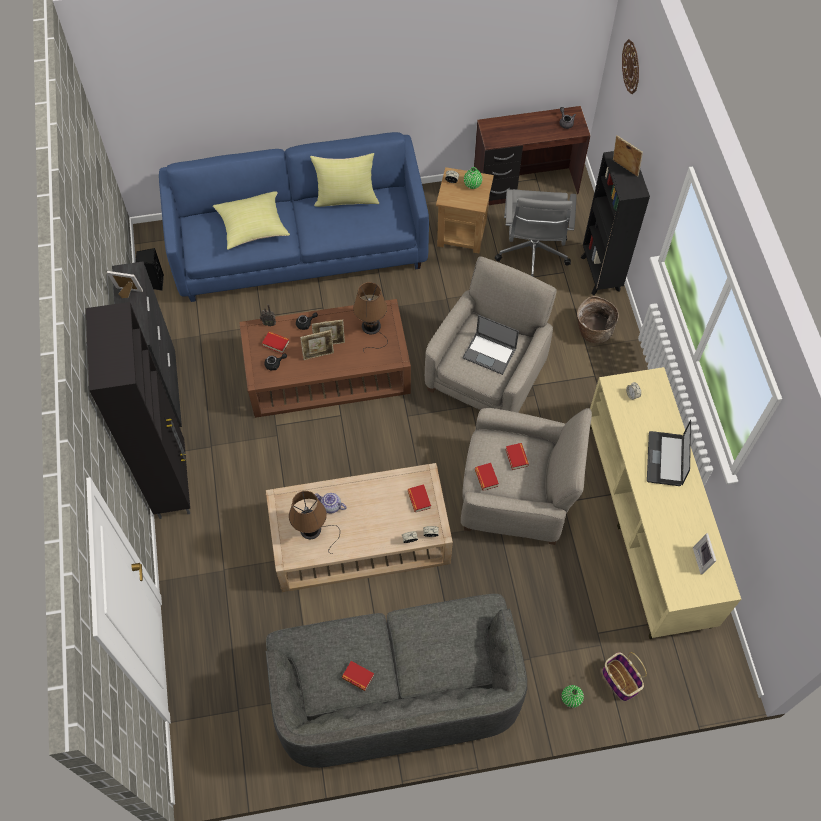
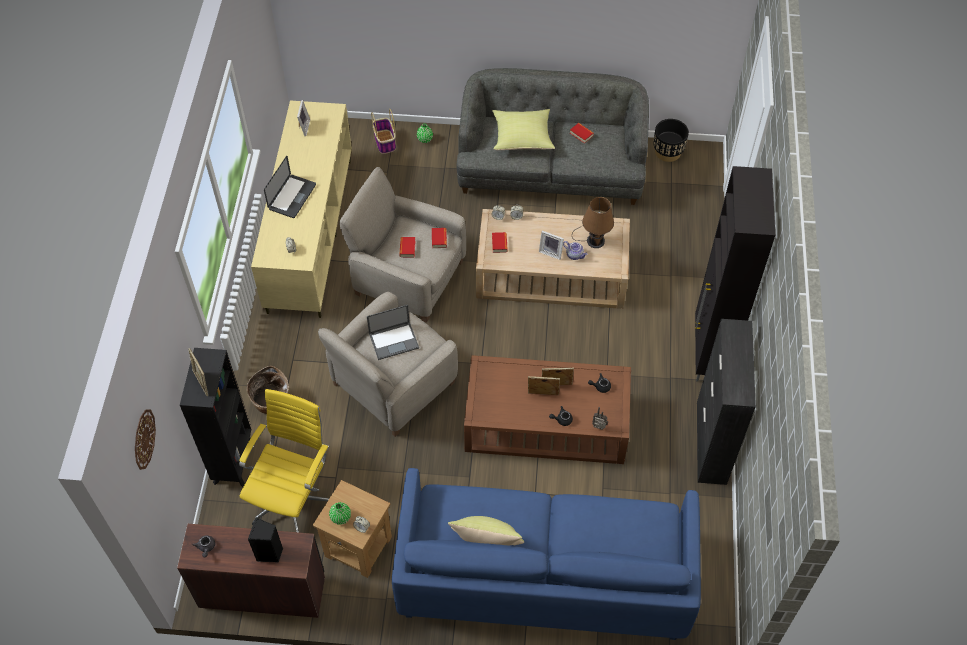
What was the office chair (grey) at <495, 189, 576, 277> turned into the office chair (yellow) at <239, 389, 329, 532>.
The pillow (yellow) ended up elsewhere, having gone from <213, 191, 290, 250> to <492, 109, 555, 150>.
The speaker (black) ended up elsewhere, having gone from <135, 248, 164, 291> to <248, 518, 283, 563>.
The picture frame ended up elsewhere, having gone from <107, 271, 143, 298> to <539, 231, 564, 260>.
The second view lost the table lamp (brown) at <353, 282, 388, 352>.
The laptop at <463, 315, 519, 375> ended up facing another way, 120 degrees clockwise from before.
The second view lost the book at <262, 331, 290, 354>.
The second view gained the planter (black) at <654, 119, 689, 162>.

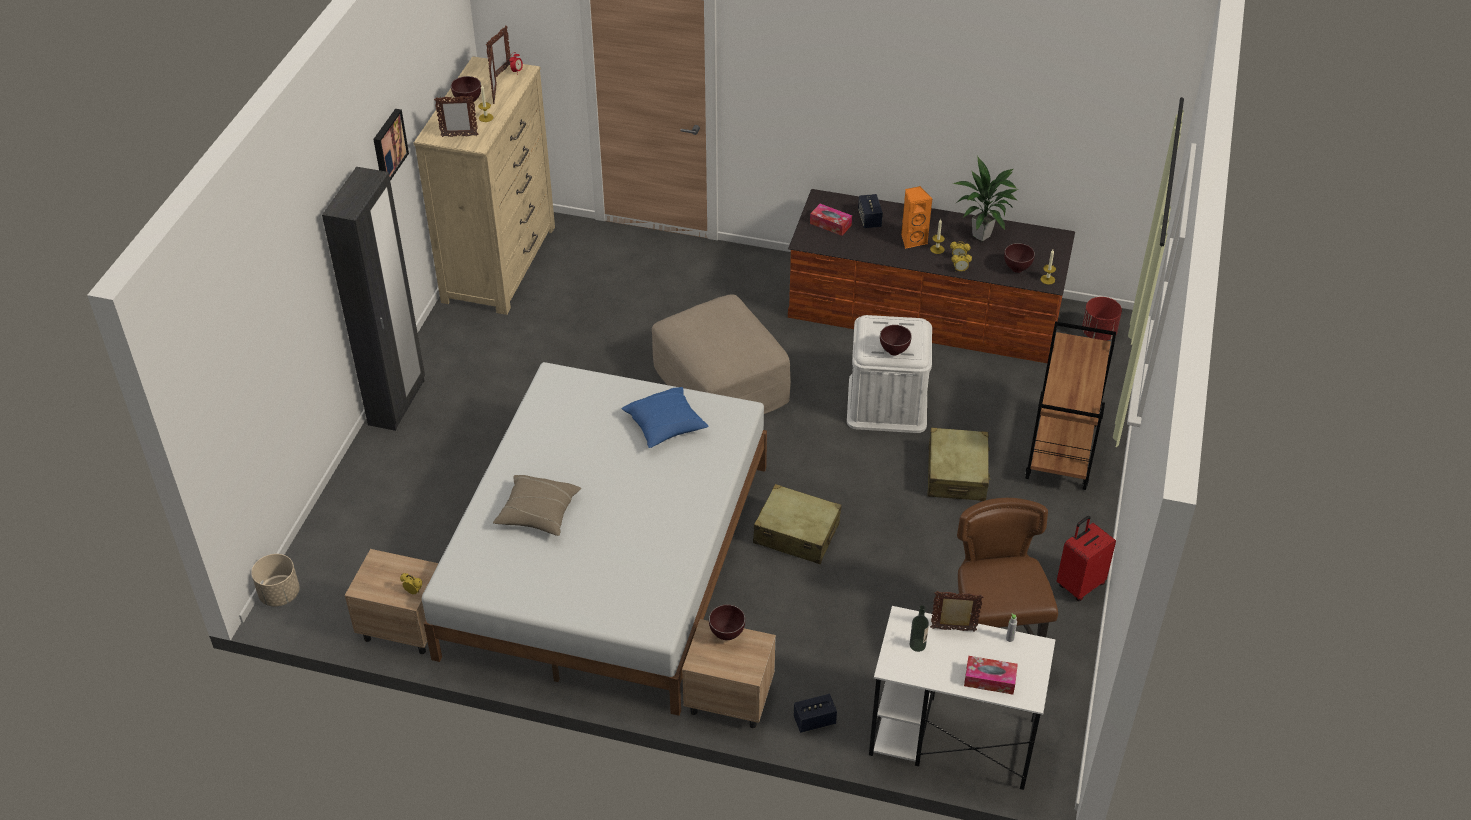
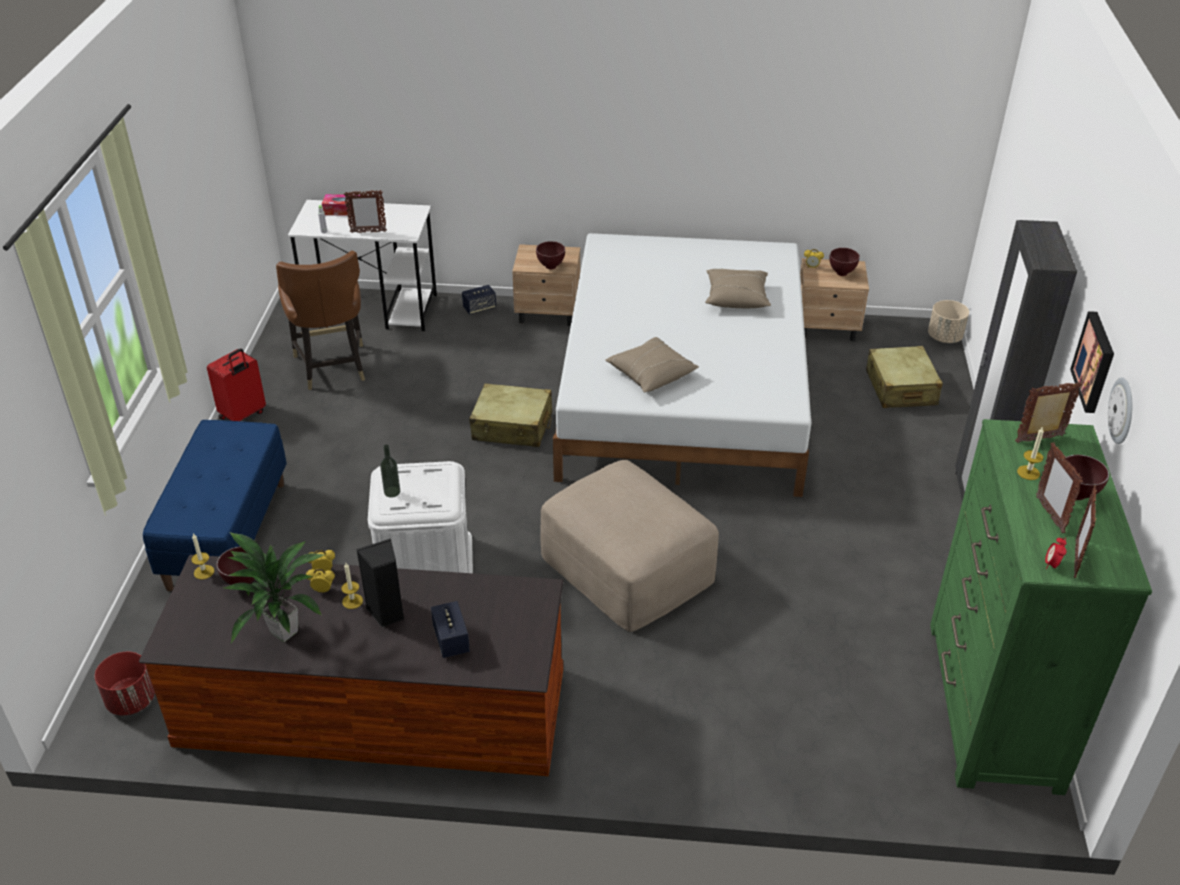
What was the dresser (beige) at <414, 56, 555, 315> turned into the dresser (green) at <930, 419, 1152, 795>.
What was the speaker (orange) at <901, 186, 933, 249> turned into the speaker (black) at <356, 538, 404, 628>.
The second view lost the tissue box at <810, 204, 852, 236>.
Where the cart (brown) stood at <1025, 321, 1116, 490>, the bench (blue) came to stand at <143, 420, 287, 591>.
The bowl (brown) ended up elsewhere, having gone from <880, 325, 912, 356> to <829, 248, 860, 276>.
What was the pillow (blue) at <622, 387, 709, 448> turned into the pillow (beige) at <605, 337, 699, 392>.
The suitcase (beige) ended up elsewhere, having gone from <927, 428, 990, 501> to <866, 346, 943, 408>.
The bottle ended up elsewhere, having gone from <910, 605, 929, 652> to <380, 444, 400, 498>.
The second view gained the wall clock at <1108, 377, 1132, 444>.

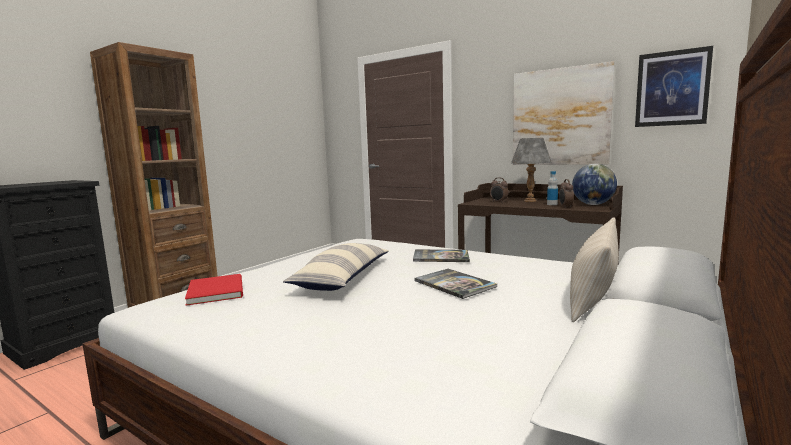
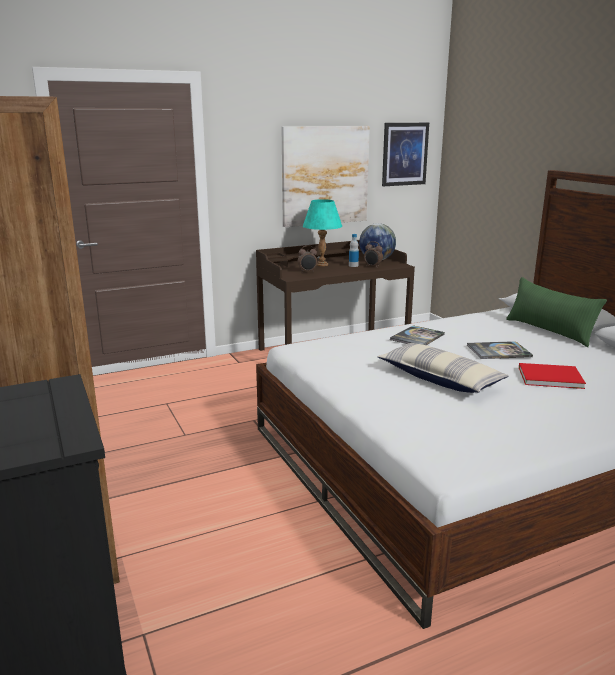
What was the table lamp (grey) at <511, 138, 552, 202> turned into the table lamp (turquoise) at <303, 199, 342, 266>.
What was the pillow (beige) at <570, 217, 619, 322> turned into the pillow (green) at <506, 277, 607, 347>.
The book (red) ended up elsewhere, having gone from <185, 274, 243, 306> to <519, 363, 586, 389>.

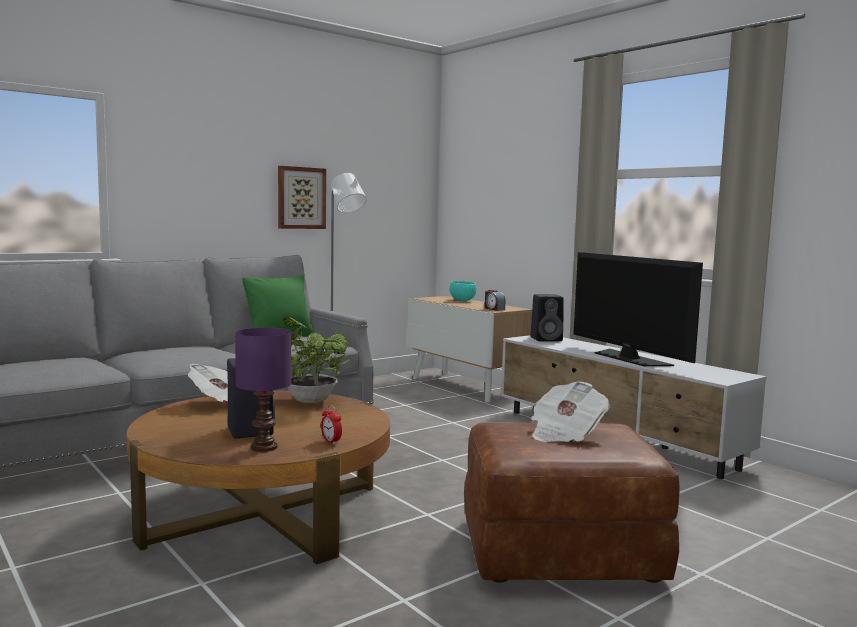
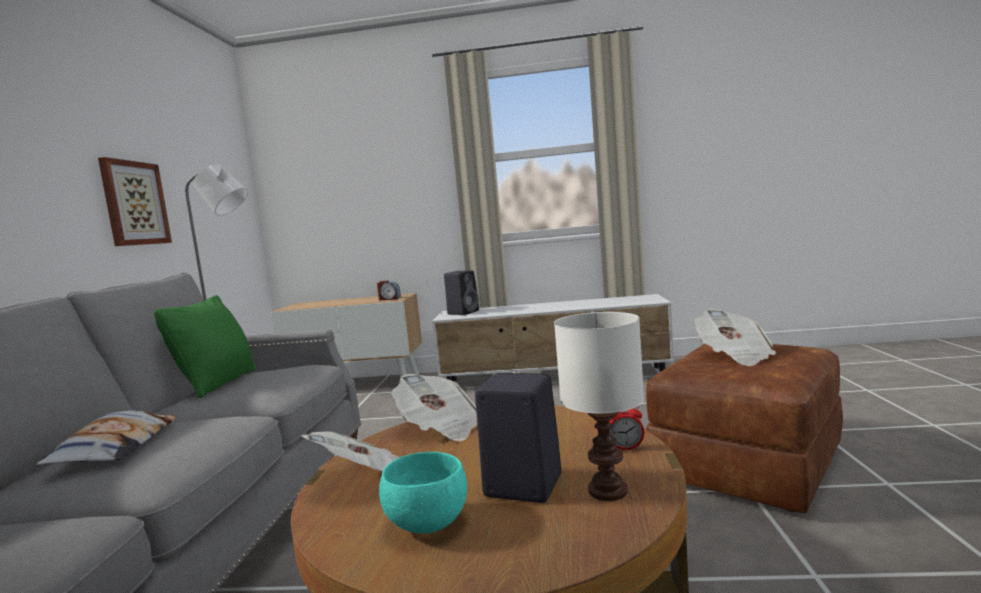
The second view lost the television at <573, 252, 703, 366>.
The bowl (turquoise) ended up elsewhere, having gone from <449, 281, 477, 301> to <379, 452, 467, 533>.
Where the potted plant stood at <276, 316, 350, 403>, the newspaper came to stand at <391, 374, 477, 441>.
What was the table lamp (purple) at <235, 327, 291, 452> turned into the table lamp (white) at <554, 312, 644, 501>.
The second view gained the pillow at <36, 410, 177, 465>.

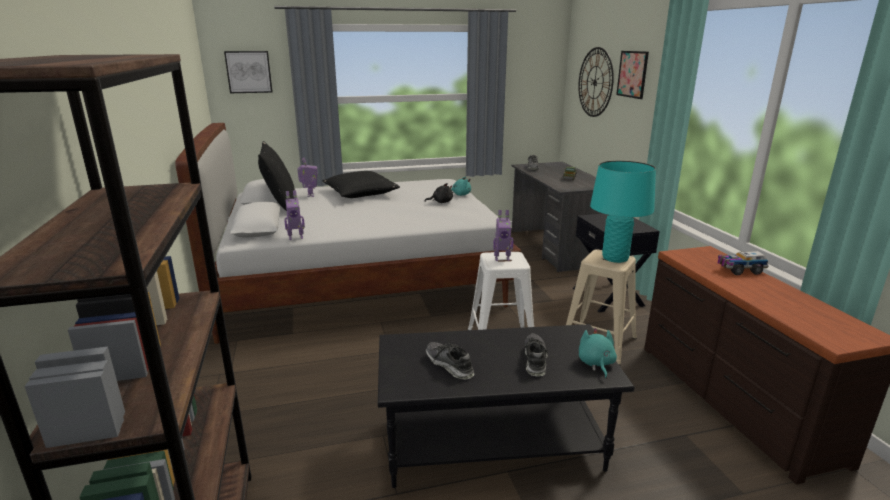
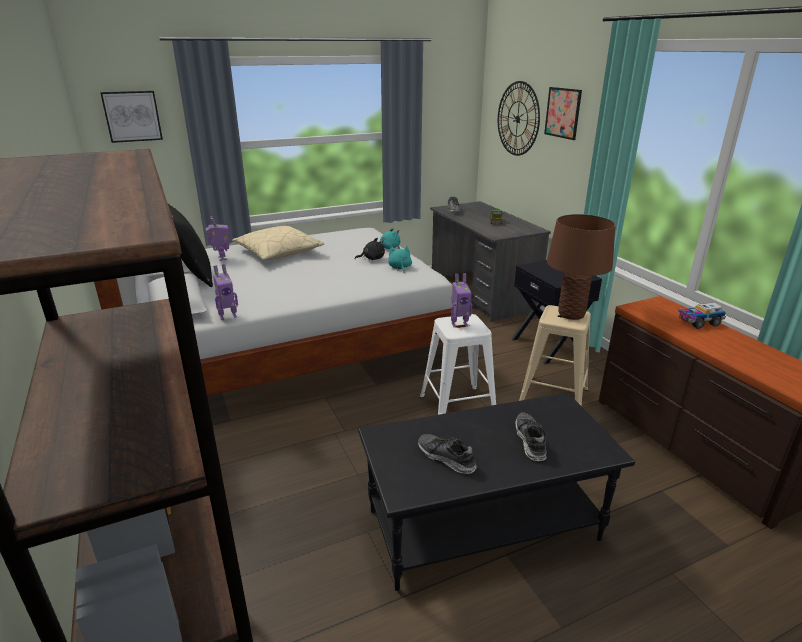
What was the table lamp (turquoise) at <590, 161, 656, 263> turned into the table lamp (brown) at <547, 214, 615, 320>.
What was the pillow (black) at <323, 171, 400, 198> turned into the pillow (beige) at <232, 226, 324, 260>.
The plush toy (turquoise) ended up elsewhere, having gone from <579, 328, 617, 379> to <388, 245, 412, 272>.

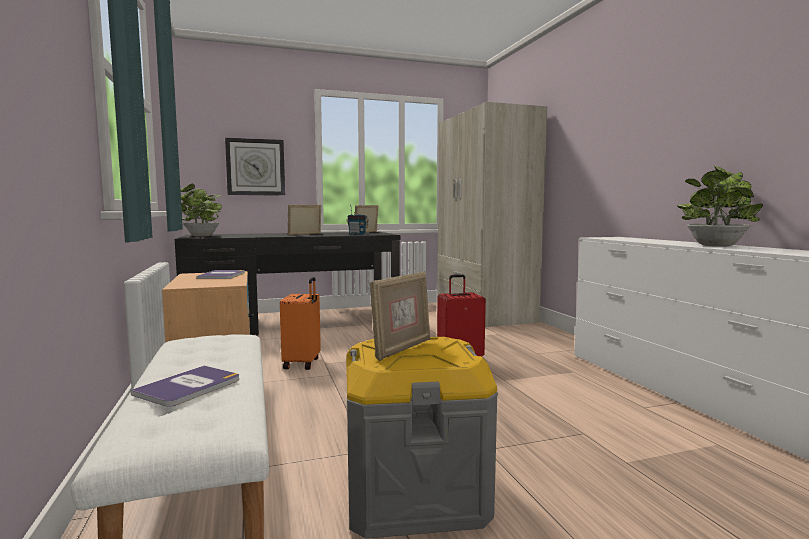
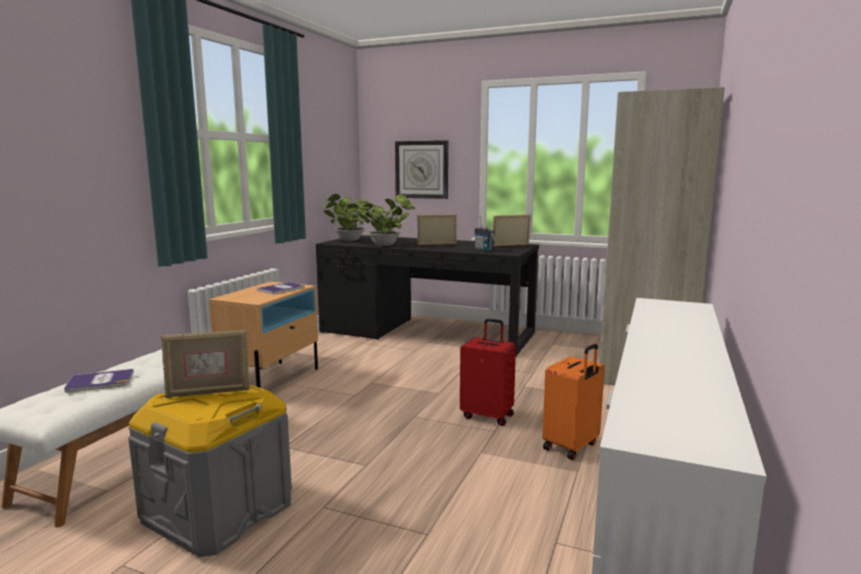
The potted plant ended up elsewhere, having gone from <677, 166, 763, 247> to <357, 194, 416, 246>.
The suitcase (orange) ended up elsewhere, having gone from <280, 277, 321, 370> to <542, 344, 605, 460>.

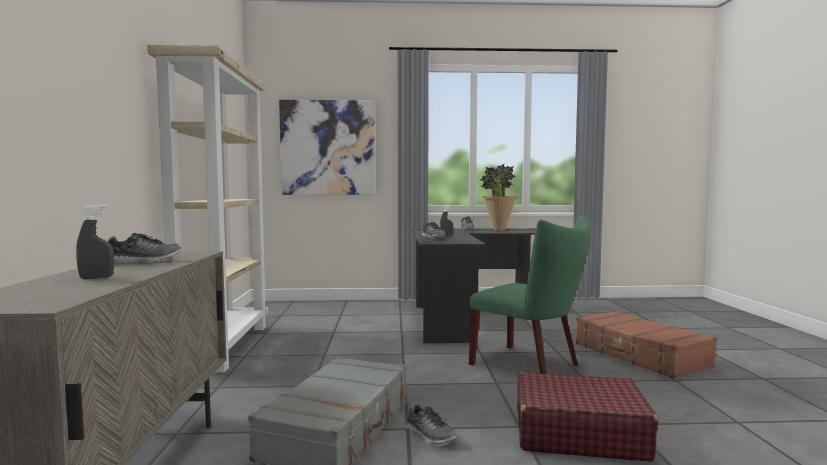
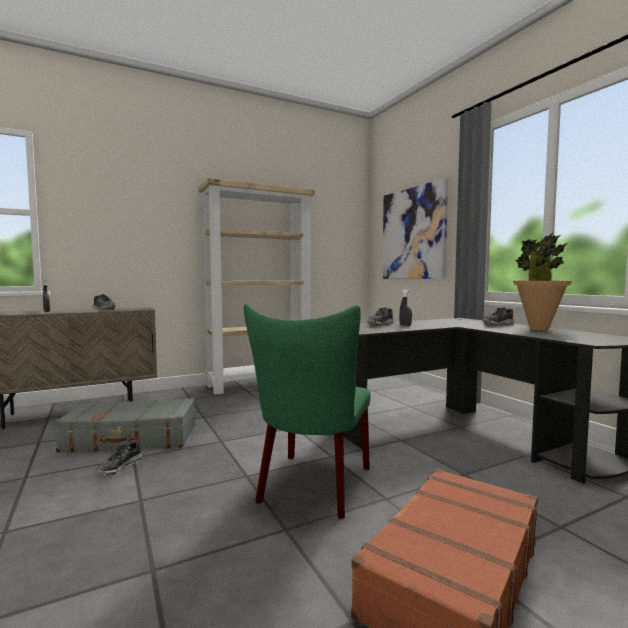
The second view lost the suitcase (red) at <517, 372, 658, 462>.

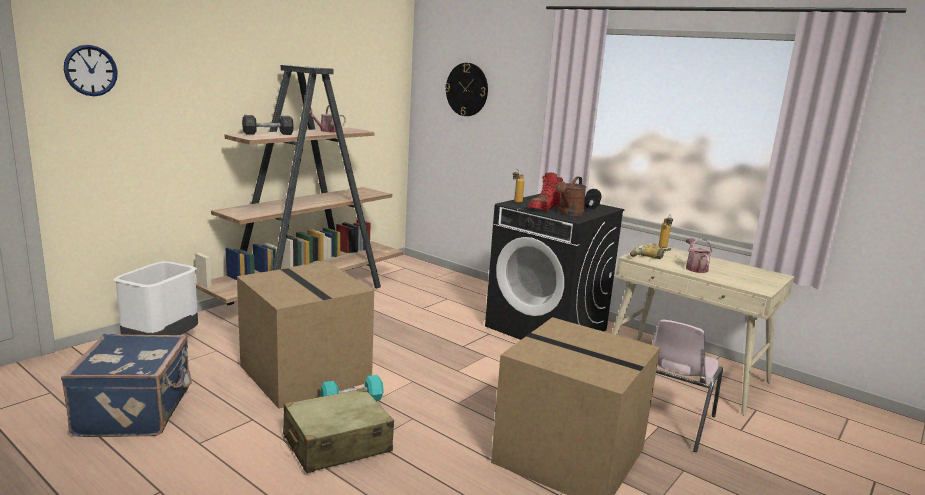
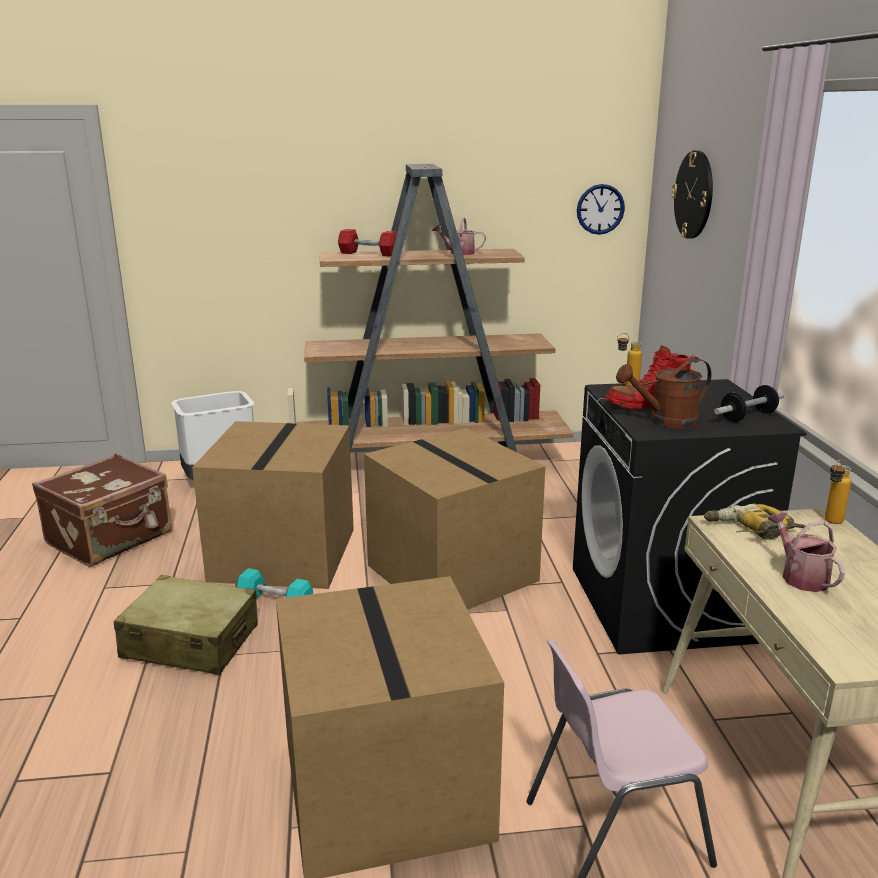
The wall clock ended up elsewhere, having gone from <64, 45, 118, 96> to <577, 184, 625, 235>.
What was the dumbbell (grey) at <242, 115, 294, 135> turned into the dumbbell (red) at <338, 229, 397, 257>.
The watering can at <686, 238, 712, 273> ended up facing another way, 60 degrees counterclockwise from before.
What was the suitcase (blue) at <61, 334, 192, 437> turned into the suitcase (brown) at <32, 454, 172, 567>.
The second view gained the cardboard box at <364, 428, 545, 610>.

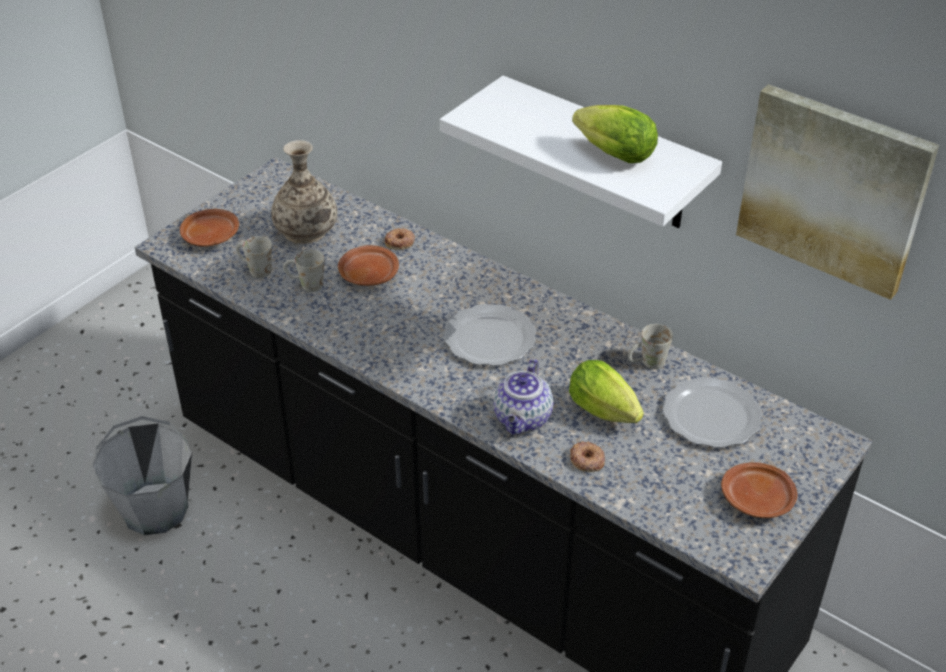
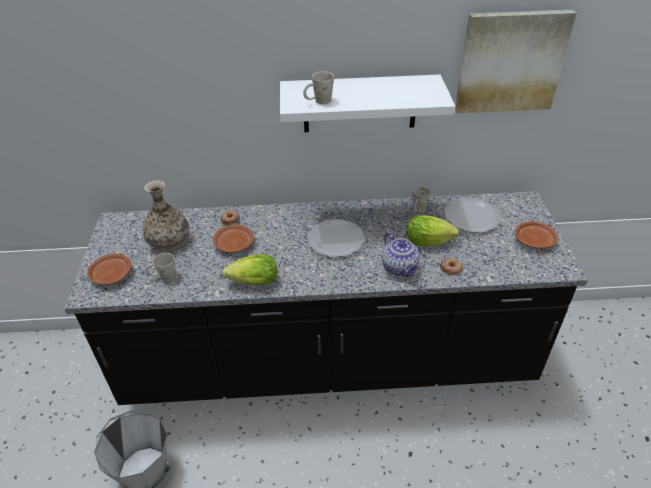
The lettuce ended up elsewhere, having gone from <572, 105, 658, 163> to <222, 254, 277, 285>.
The mug (white) ended up elsewhere, having gone from <283, 250, 324, 292> to <303, 71, 334, 104>.

